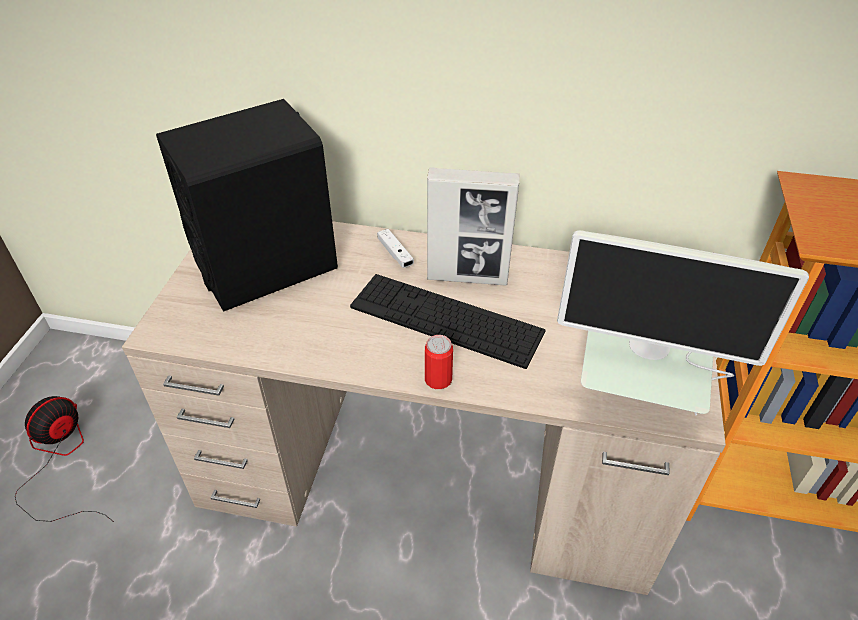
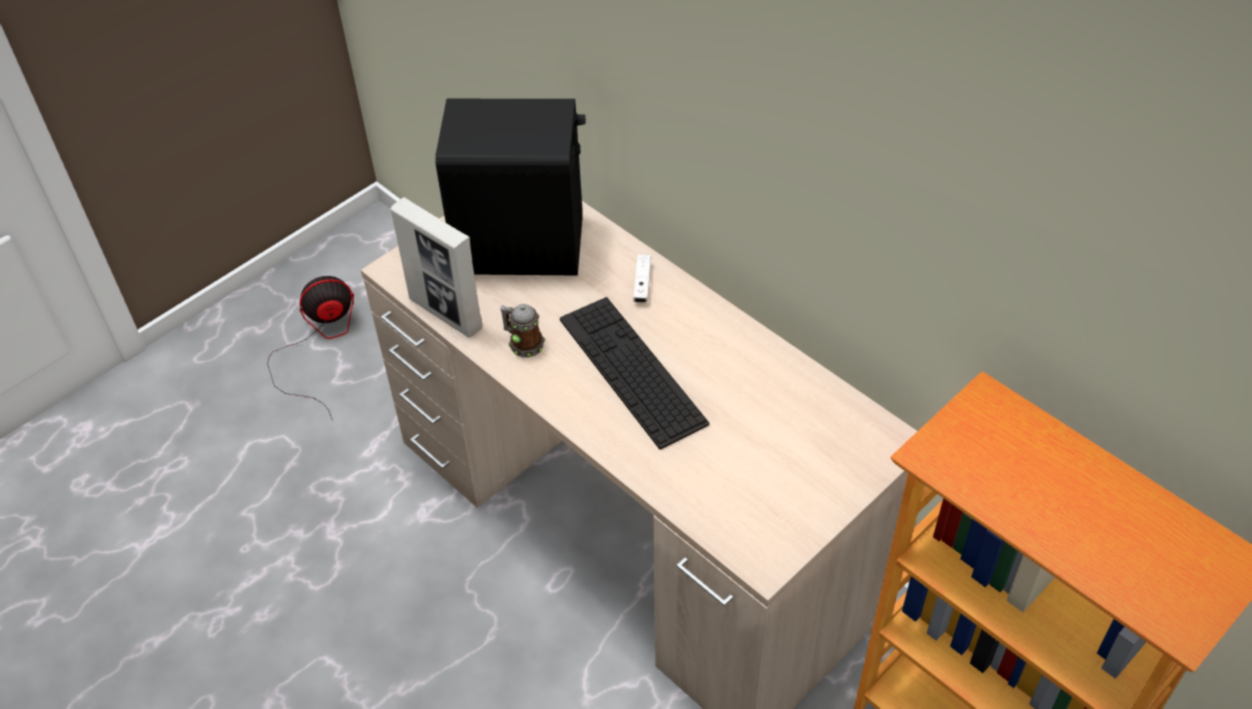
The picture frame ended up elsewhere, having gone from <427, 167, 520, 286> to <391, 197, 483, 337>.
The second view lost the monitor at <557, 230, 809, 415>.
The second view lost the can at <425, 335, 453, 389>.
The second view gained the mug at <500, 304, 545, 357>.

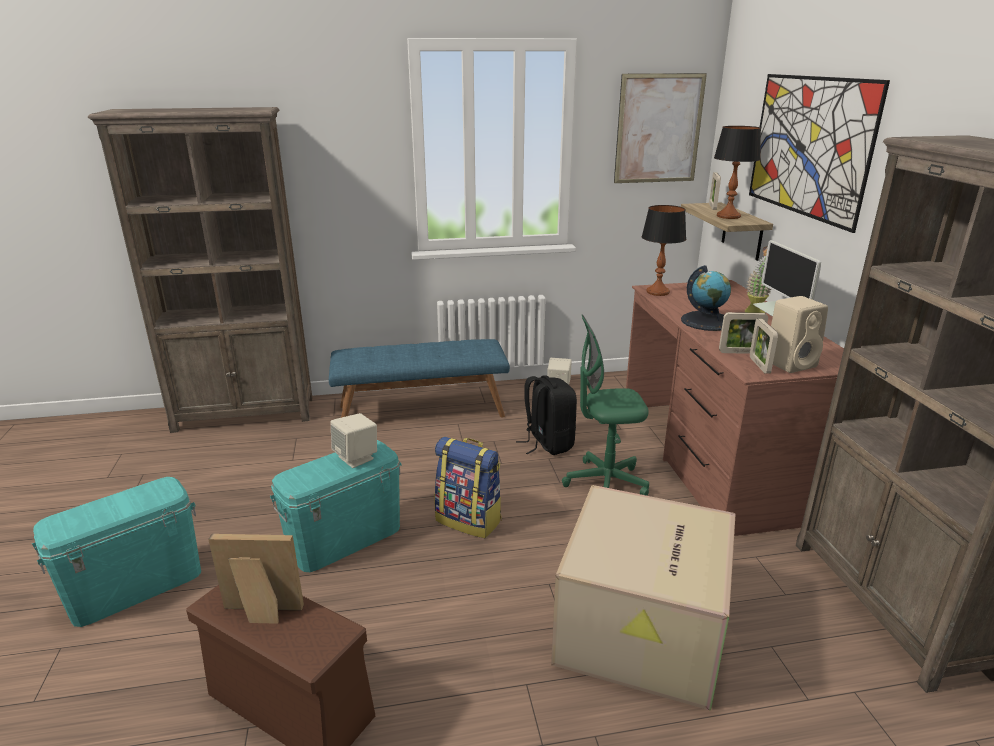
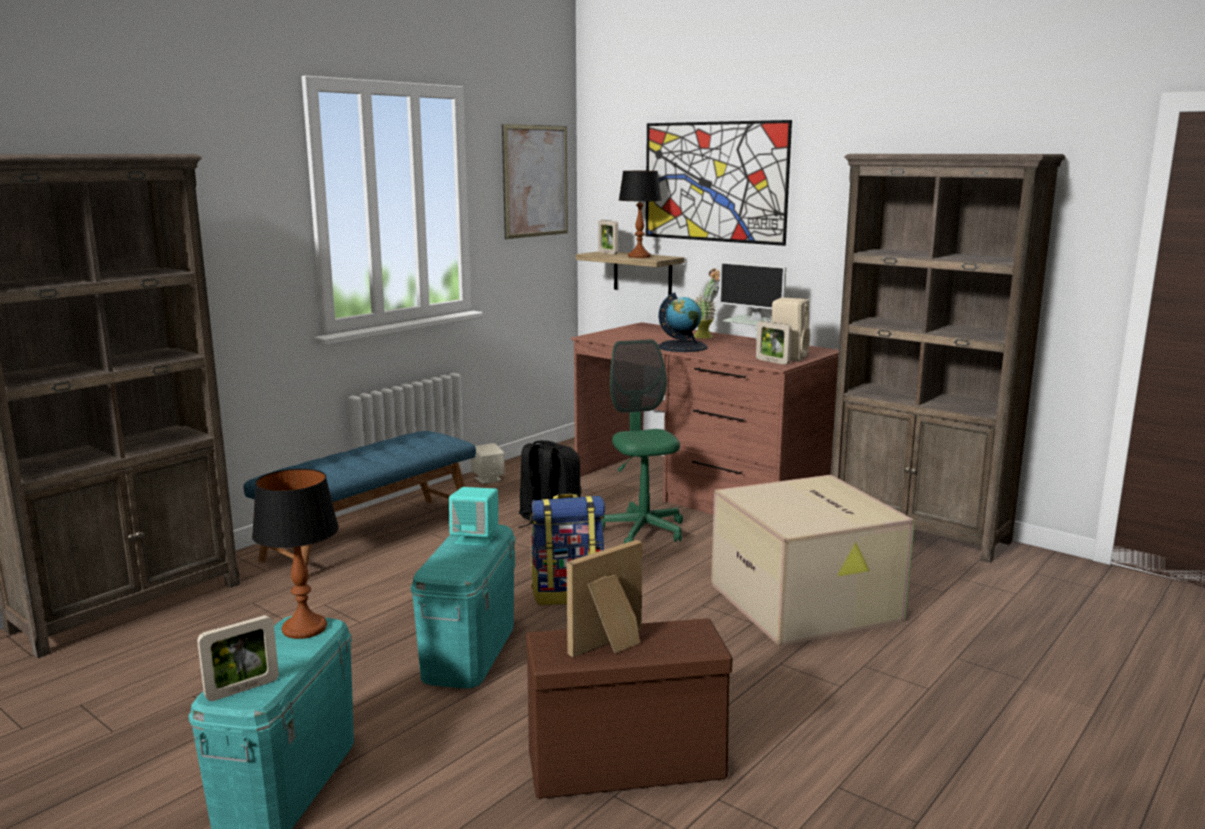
The table lamp ended up elsewhere, having gone from <642, 205, 686, 296> to <252, 469, 339, 639>.
The picture frame ended up elsewhere, having gone from <719, 312, 768, 354> to <197, 615, 279, 701>.
The office chair (green) at <562, 315, 649, 496> ended up facing another way, 120 degrees clockwise from before.
What was the speaker (beige) at <331, 413, 377, 468> turned into the speaker (turquoise) at <449, 487, 498, 546>.

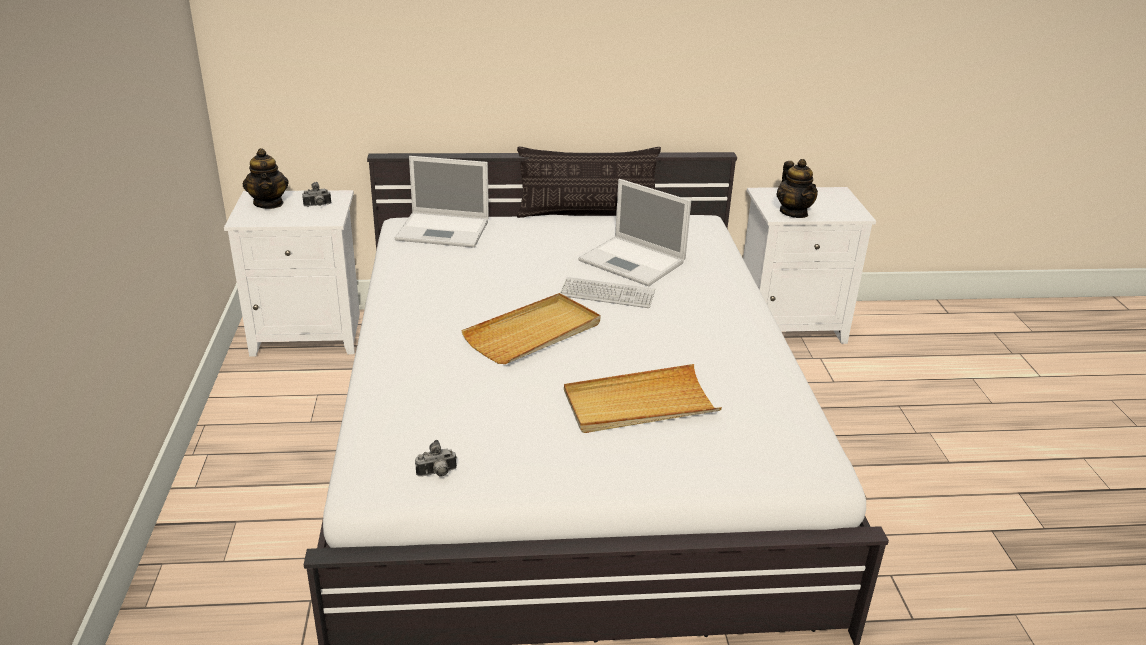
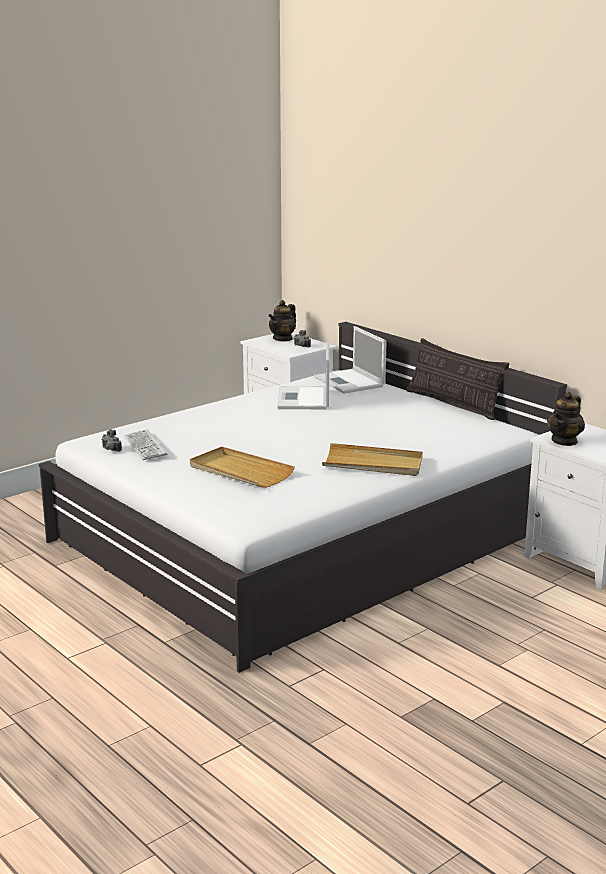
The laptop ended up elsewhere, having gone from <578, 179, 691, 286> to <277, 342, 330, 409>.
The keyboard ended up elsewhere, having gone from <560, 277, 655, 308> to <124, 430, 167, 460>.
The tray (beige) ended up elsewhere, having gone from <461, 293, 600, 364> to <322, 443, 423, 476>.

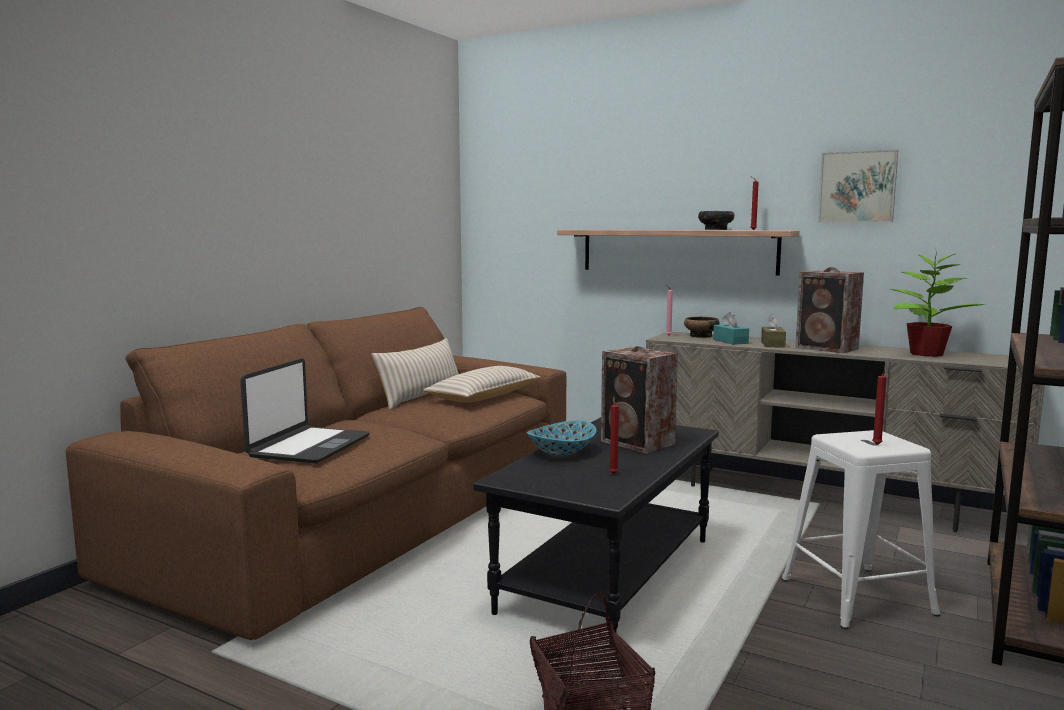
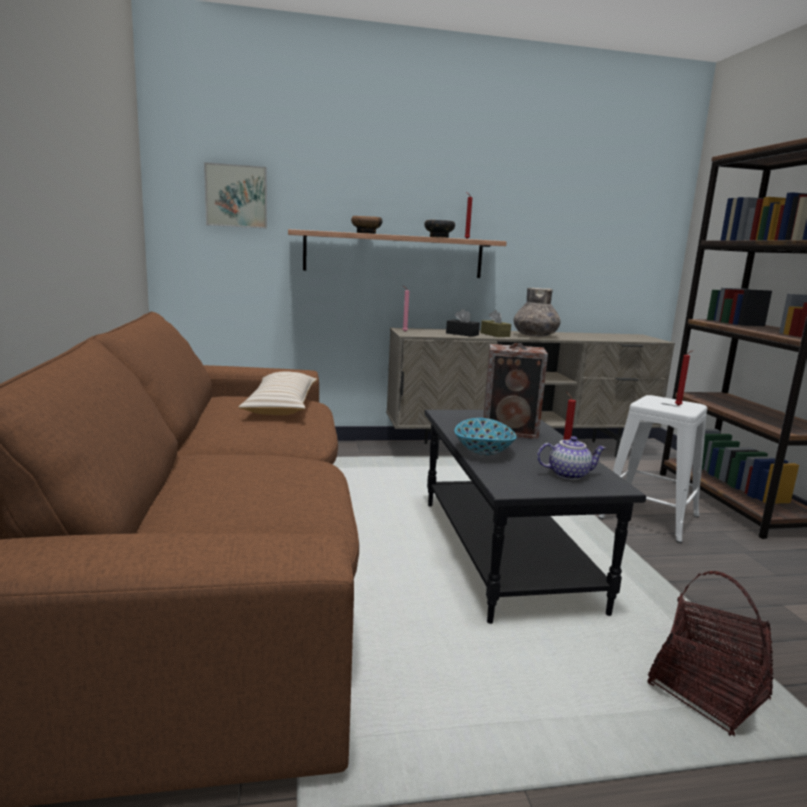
The picture ended up elsewhere, having gone from <818, 150, 898, 222> to <204, 162, 267, 229>.
The second view lost the potted plant at <890, 254, 985, 357>.
Where the speaker stood at <795, 267, 864, 353>, the vase (grey) came to stand at <514, 288, 561, 337>.
What was the tissue box (turquoise) at <713, 312, 749, 345> turned into the tissue box (black) at <446, 309, 480, 337>.
The bowl ended up elsewhere, having gone from <684, 317, 720, 338> to <351, 216, 383, 234>.
The second view lost the pillow (beige) at <371, 338, 459, 410>.
The second view lost the laptop at <240, 358, 370, 464>.
The second view gained the teapot at <537, 436, 606, 480>.

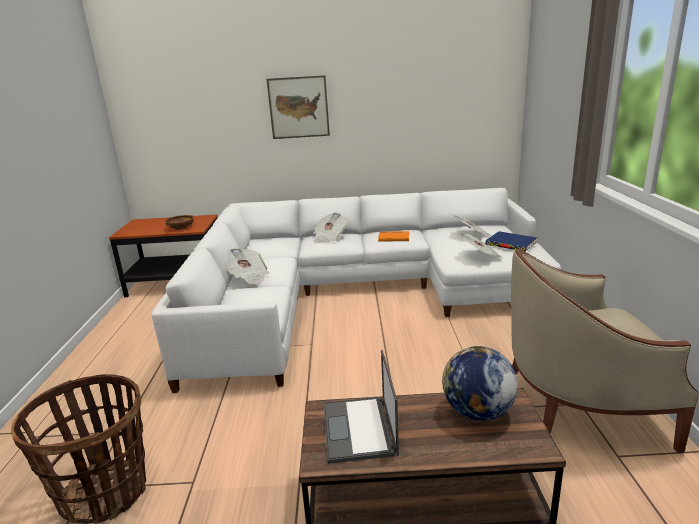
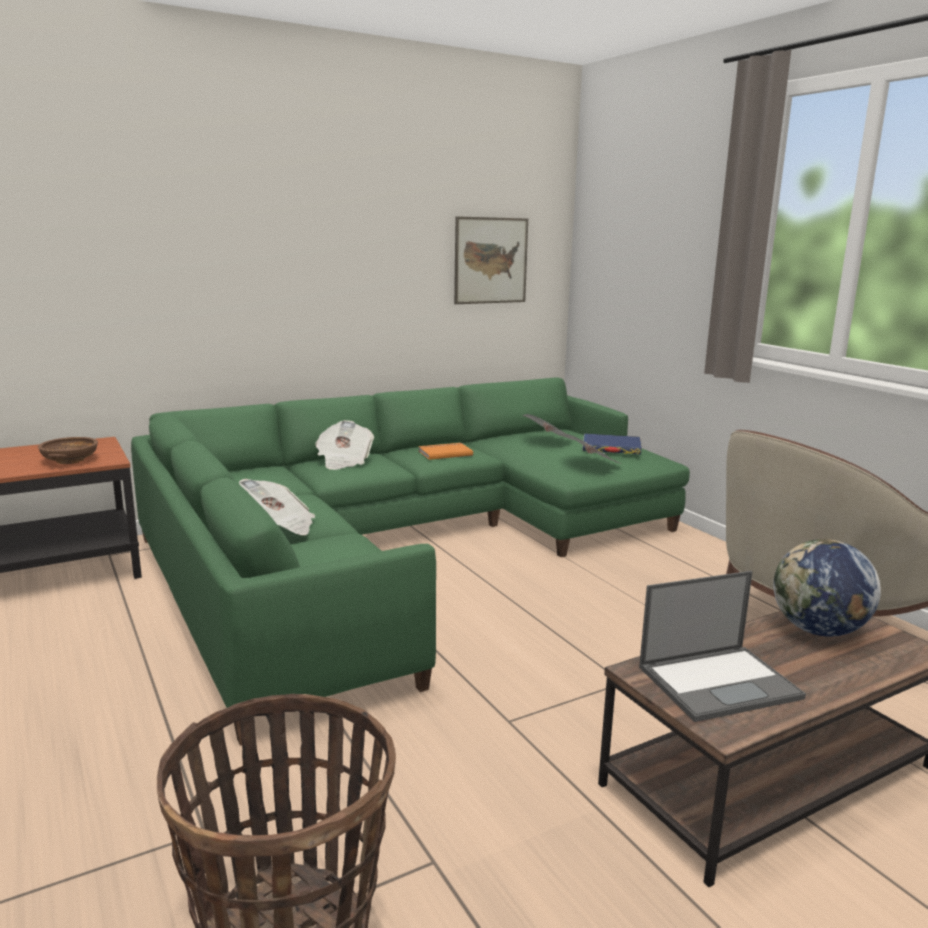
The picture ended up elsewhere, having gone from <267, 75, 330, 139> to <454, 216, 528, 304>.
What was the sofa (white) at <152, 188, 561, 393> turned into the sofa (green) at <131, 377, 690, 746>.
The laptop at <323, 350, 399, 464> ended up facing another way, 75 degrees counterclockwise from before.

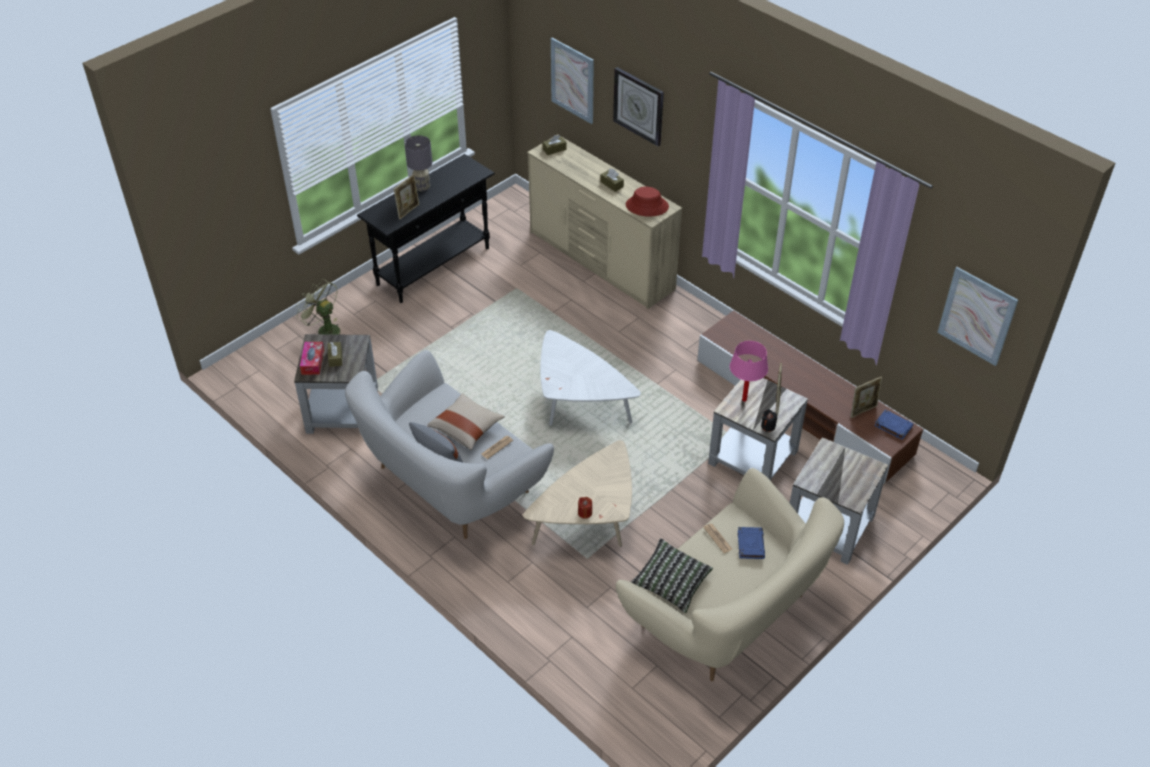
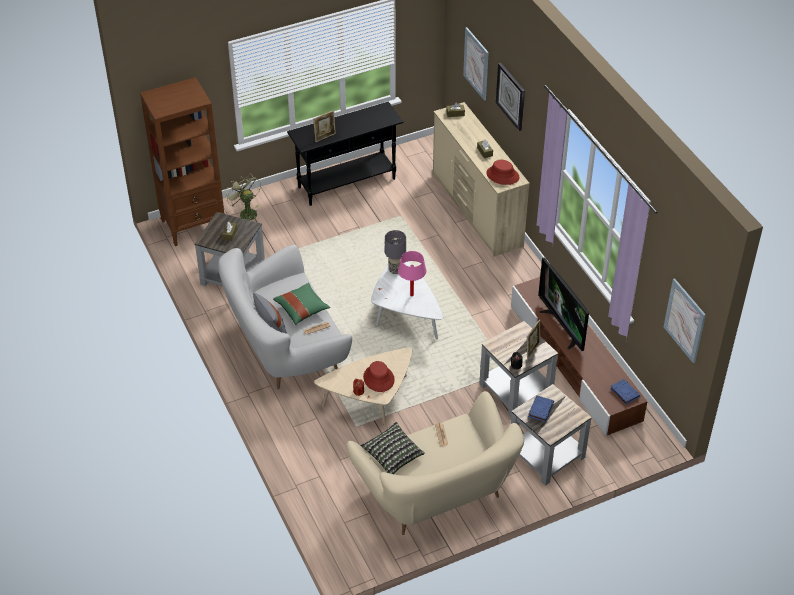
The table lamp (grey) ended up elsewhere, having gone from <405, 135, 432, 192> to <385, 230, 406, 274>.
The table lamp (pink) ended up elsewhere, having gone from <730, 341, 768, 402> to <398, 251, 426, 296>.
The second view lost the tissue box at <300, 342, 324, 375>.
The second view lost the picture frame at <851, 376, 882, 418>.
What was the pillow (beige) at <427, 393, 505, 450> turned into the pillow (green) at <273, 283, 330, 325>.
The book (blue) ended up elsewhere, having gone from <738, 527, 765, 559> to <528, 395, 554, 422>.
The second view gained the bookcase (brown) at <140, 77, 224, 246>.
The second view gained the television at <538, 257, 589, 351>.
The second view gained the hat (red) at <363, 361, 395, 392>.

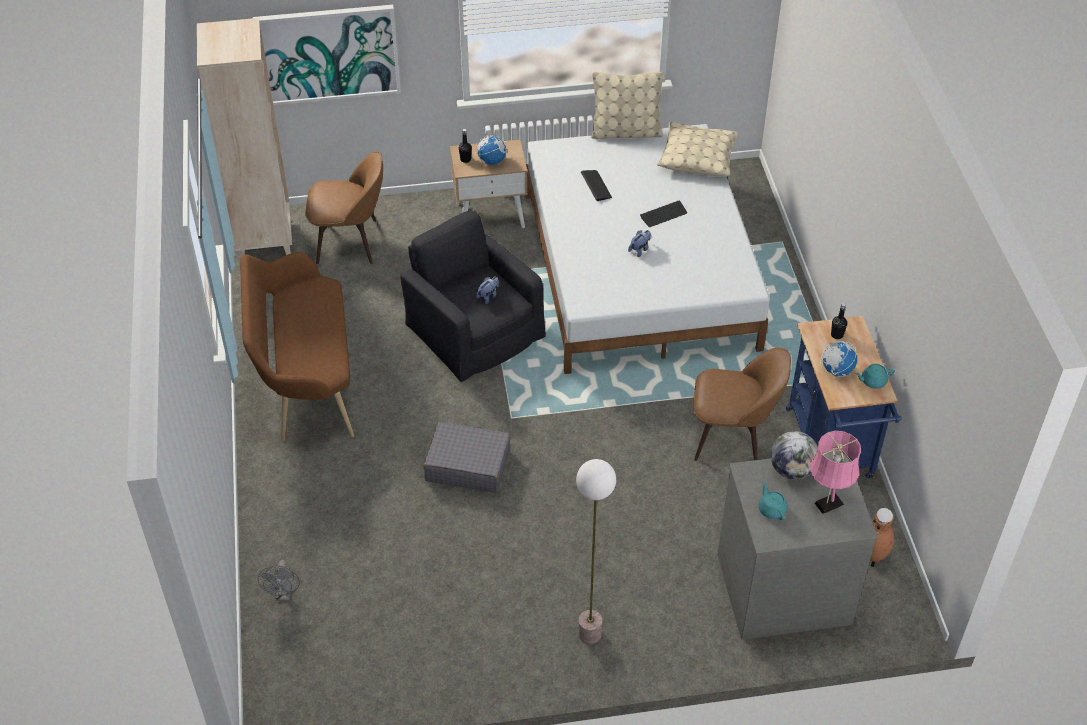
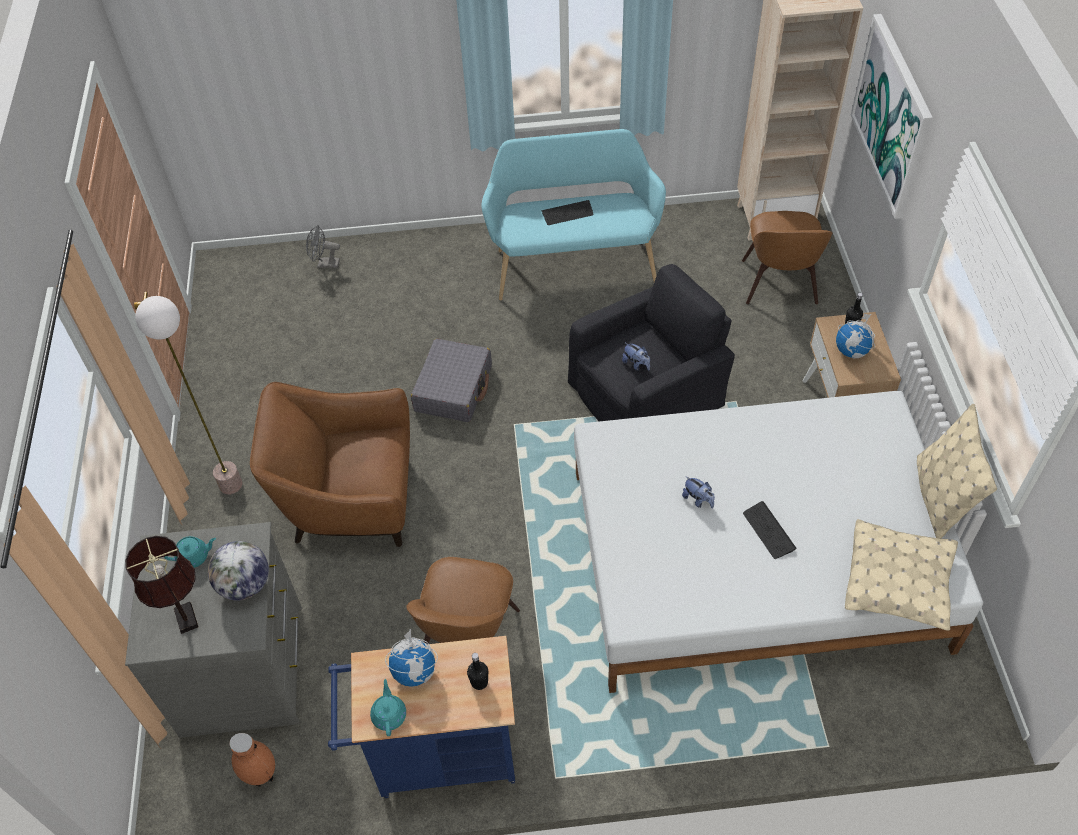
The keyboard ended up elsewhere, having gone from <581, 170, 612, 201> to <542, 200, 594, 225>.
What was the bench (brown) at <240, 252, 354, 441> turned into the bench (turquoise) at <481, 129, 666, 300>.
What was the table lamp (pink) at <810, 431, 861, 514> turned into the table lamp (brown) at <125, 536, 198, 634>.
The second view gained the armchair (brown) at <250, 382, 410, 547>.

